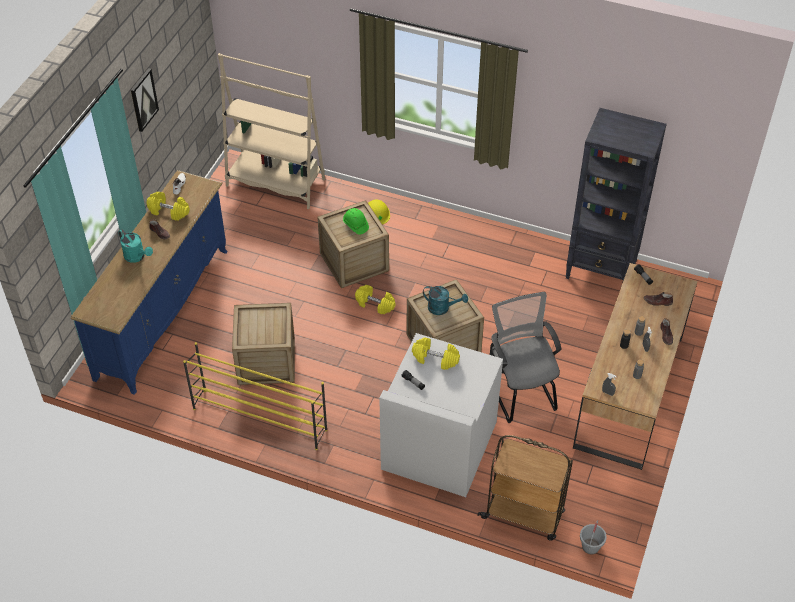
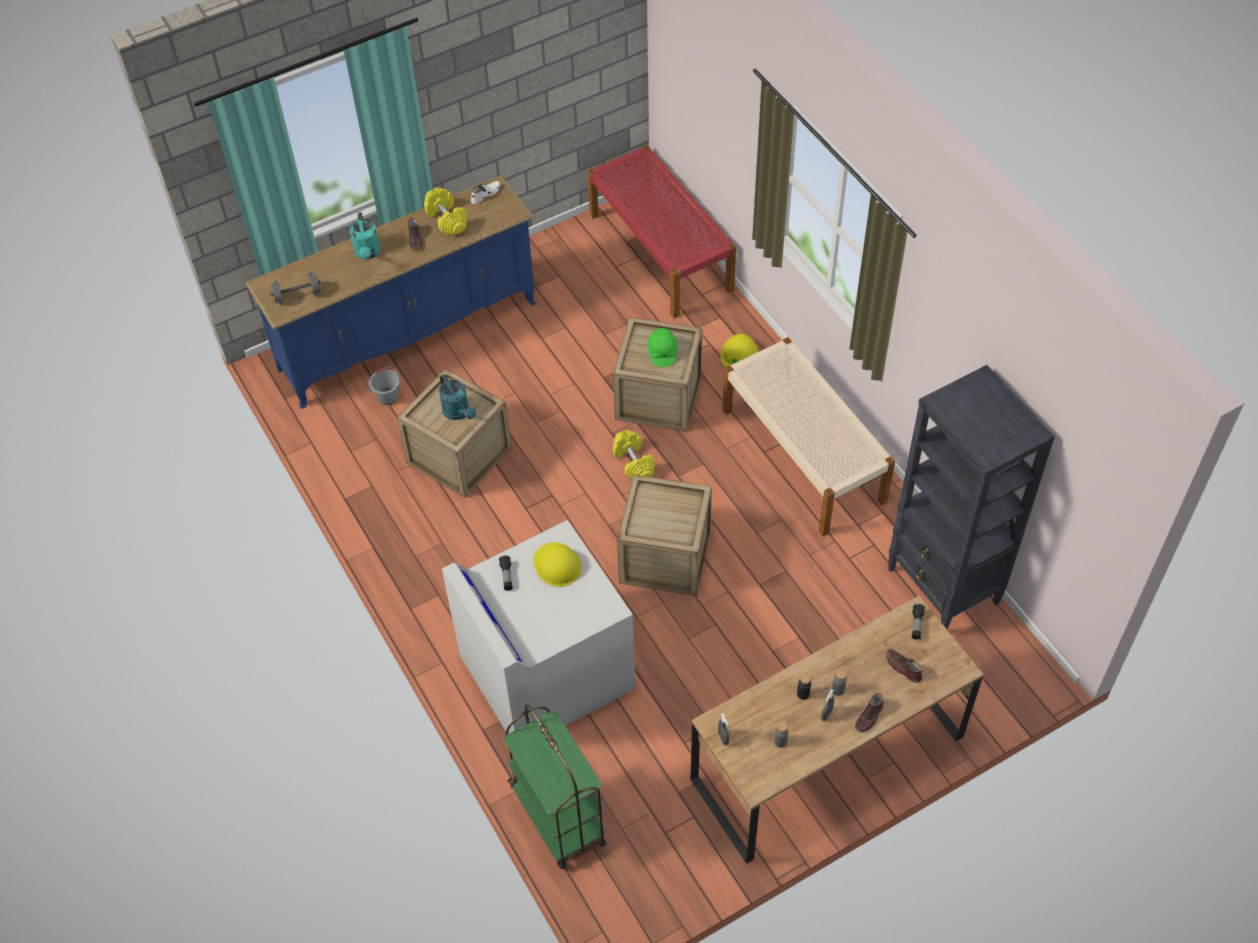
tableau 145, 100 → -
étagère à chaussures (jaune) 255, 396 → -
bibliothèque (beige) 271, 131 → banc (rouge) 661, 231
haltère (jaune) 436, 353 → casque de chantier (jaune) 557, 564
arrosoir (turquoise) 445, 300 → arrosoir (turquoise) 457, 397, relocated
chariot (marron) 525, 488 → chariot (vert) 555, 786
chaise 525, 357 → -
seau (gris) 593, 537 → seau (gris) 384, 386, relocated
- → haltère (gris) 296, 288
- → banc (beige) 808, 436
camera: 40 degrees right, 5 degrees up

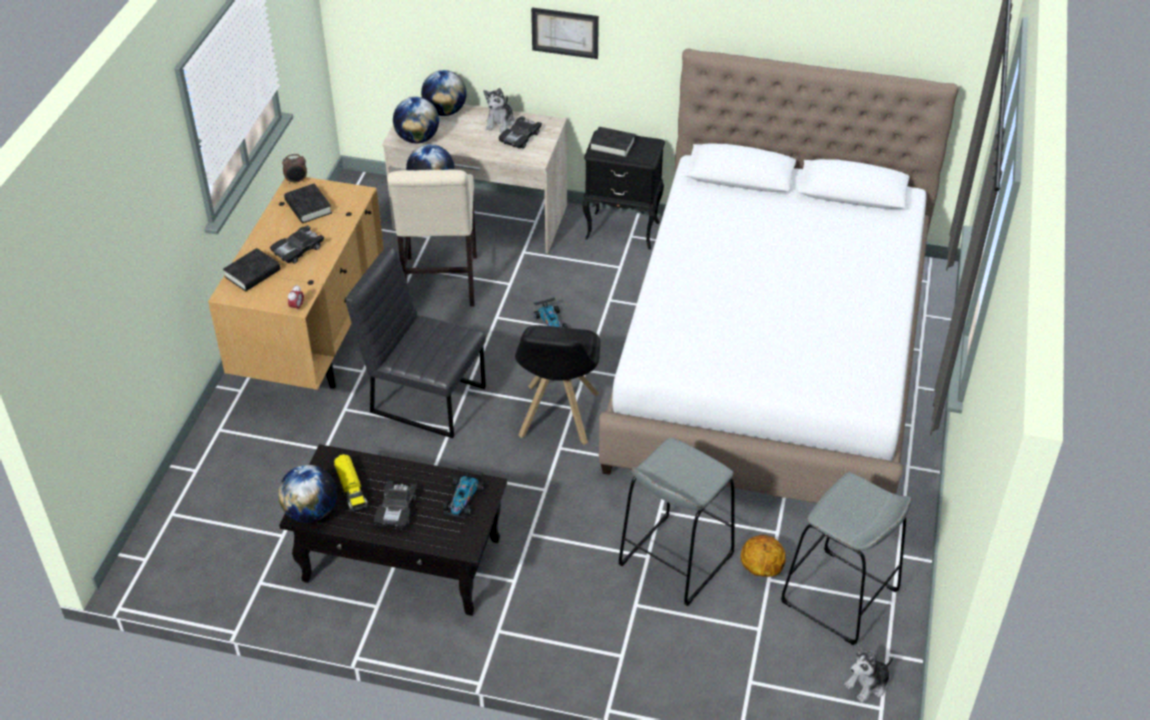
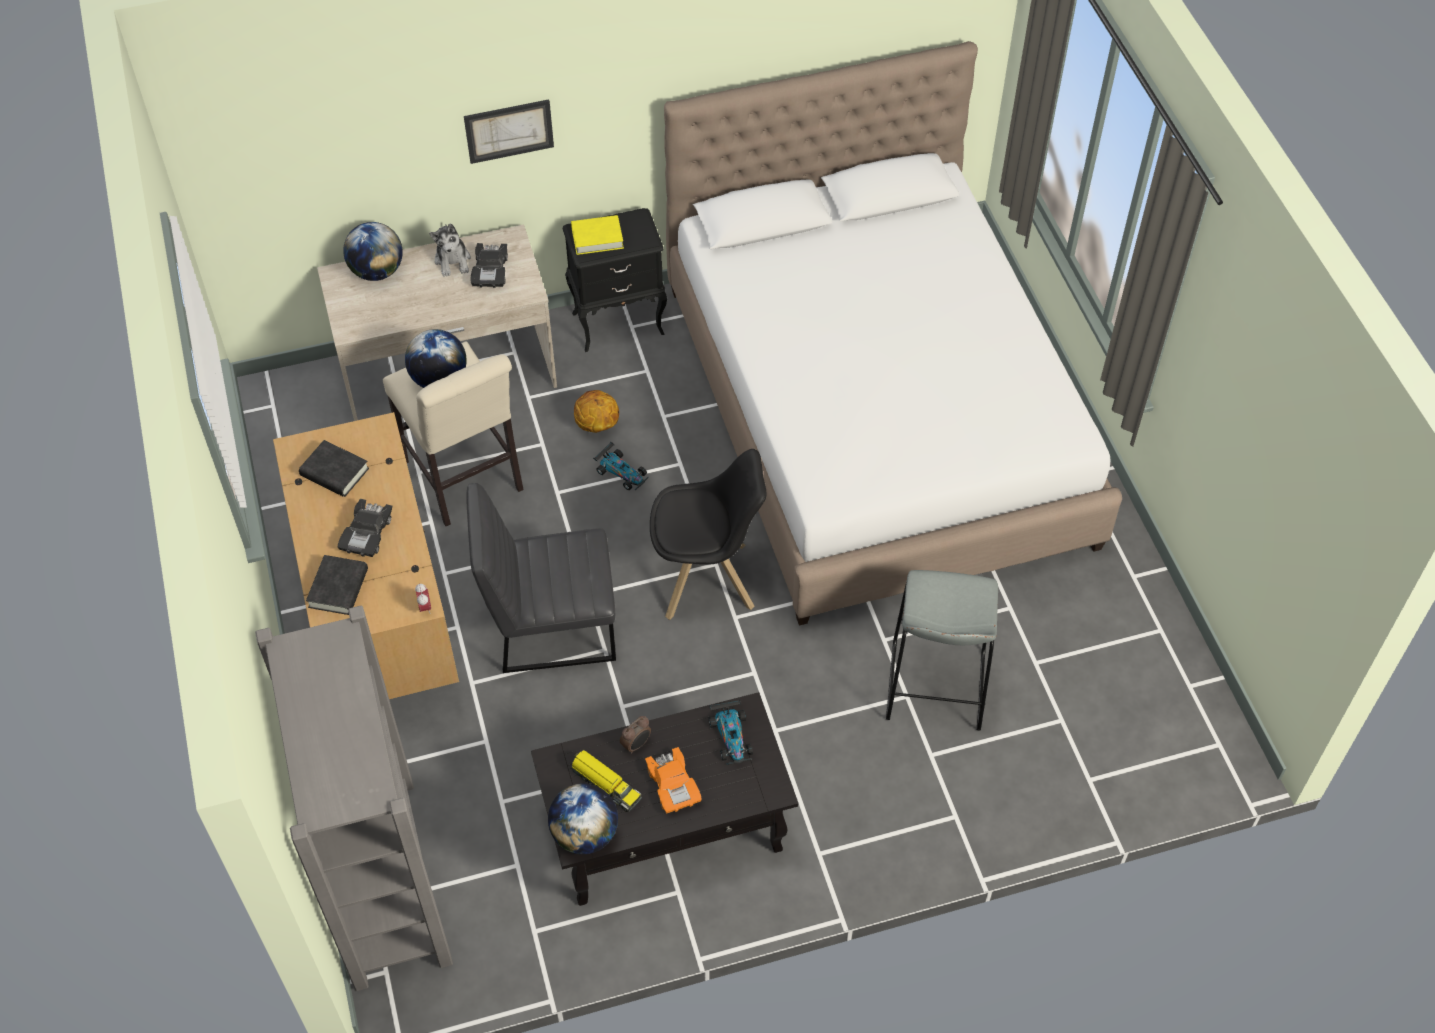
réveil 294, 169 → réveil 635, 735, relocated
petite voiture (noir) 395, 504 → petite voiture (orange) 673, 780
globe 416, 120 → -
chaise (noir) 557, 385 → chaise (noir) 708, 534, 75 degrees counterclockwise
livre (noir) 613, 142 → livre (jaune) 597, 235
ballon de basket 763, 556 → ballon de basket 596, 411, relocated
tabouret (gris) 846, 558 → -
peluche 869, 674 → -
- → bibliothèque (gris) 354, 798
camera: 30 degrees left, 10 degrees up

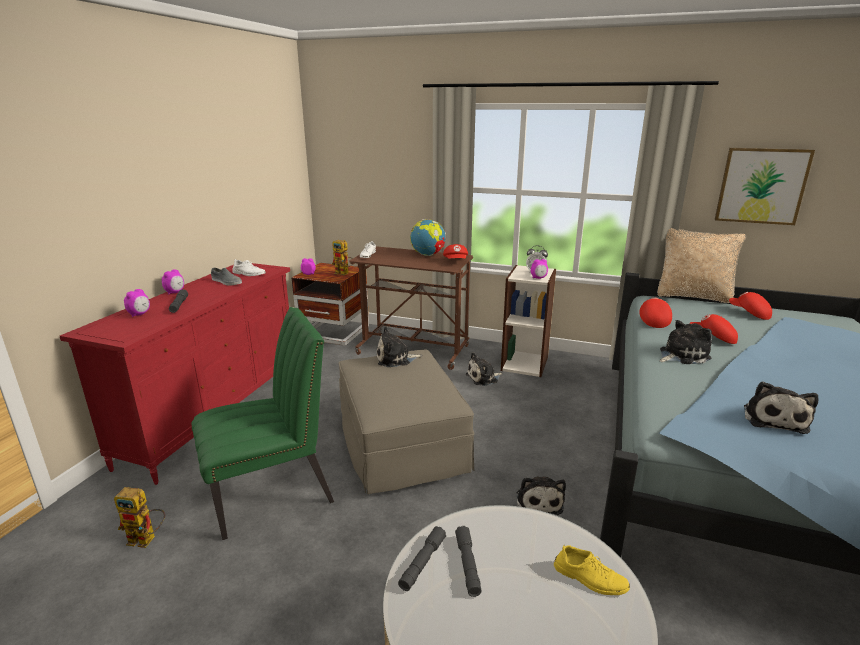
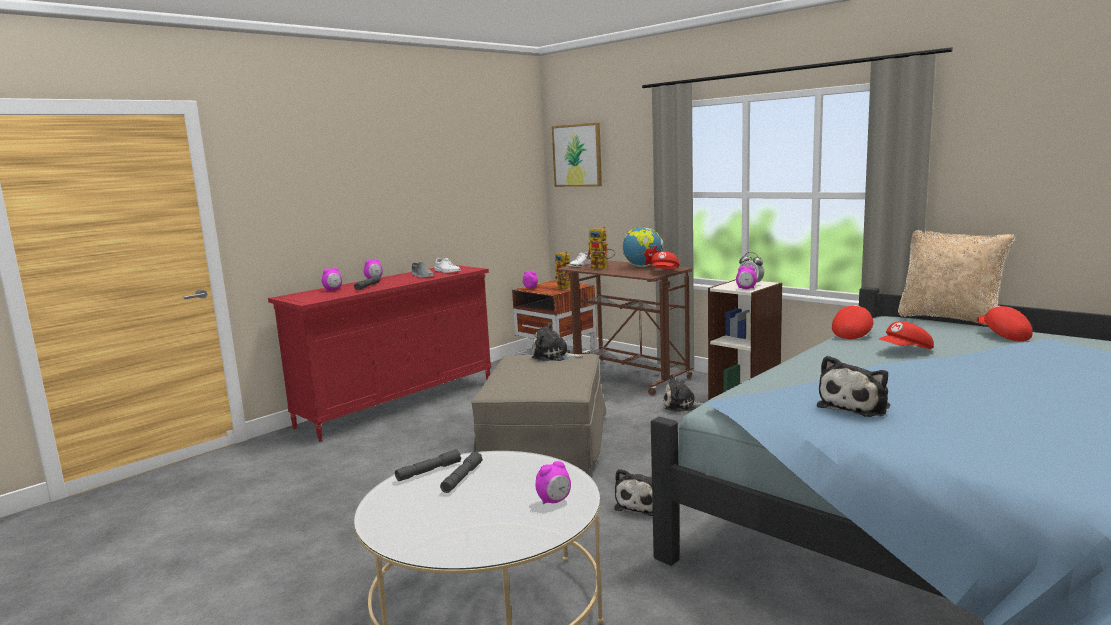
robot jouet 139, 517 → robot jouet 601, 248, relocated
chaise (vert) 263, 423 → -
chaussure (jaune) 592, 570 → réveil 553, 482
peluche 685, 342 → -
casquette (rouge) 714, 329 → casquette (rouge) 906, 335, 75 degrees counterclockwise
tableau 765, 186 → tableau 577, 155, relocated
camera: 25 degrees right, 10 degrees down

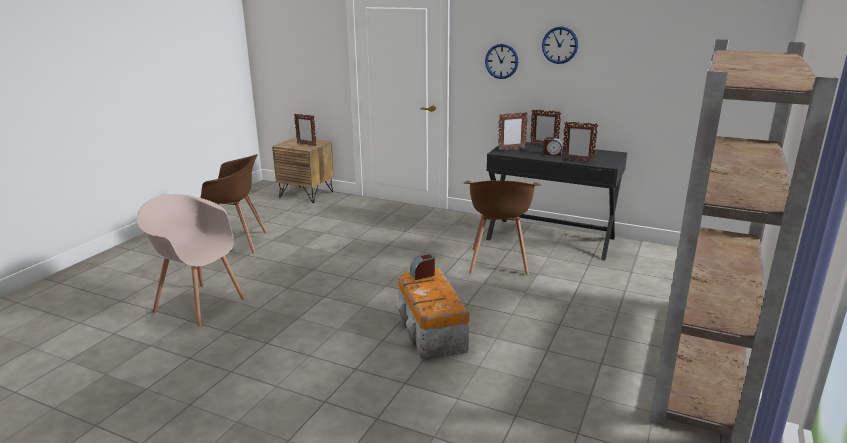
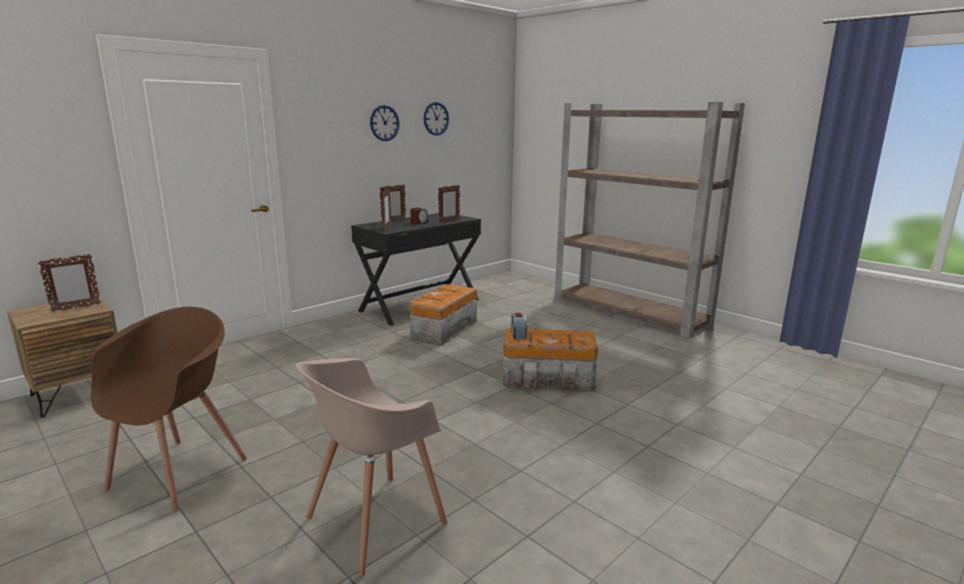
chaise (marron) 502, 227 → boîte de rangement 443, 315
horloge murale 501, 61 → horloge murale 436, 119, relocated
camera: 70 degrees left, 5 degrees down

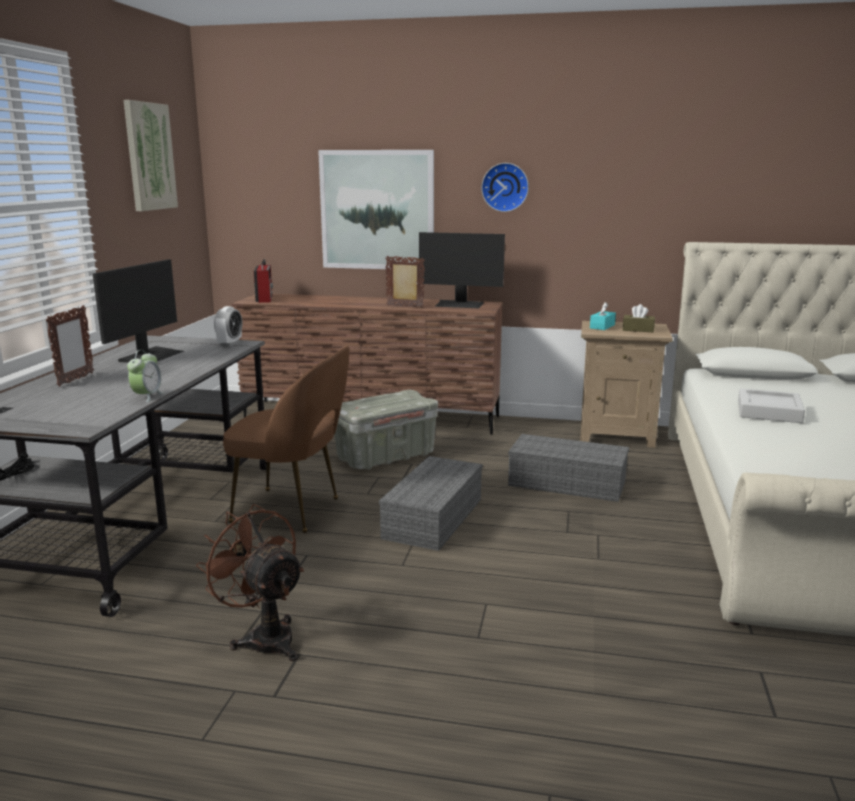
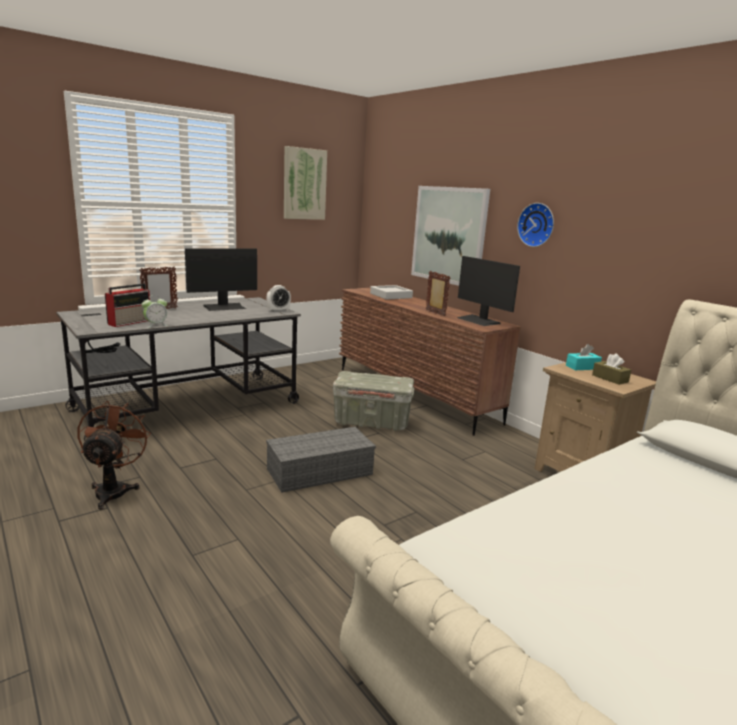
chaise (marron) 286, 439 → -
radio 263, 281 → radio 127, 305, relocated
boîte de rangement (gris) 568, 468 → -
plateau (gris) 771, 405 → plateau (gris) 391, 292, relocated
camera: 40 degrees right, 0 degrees up

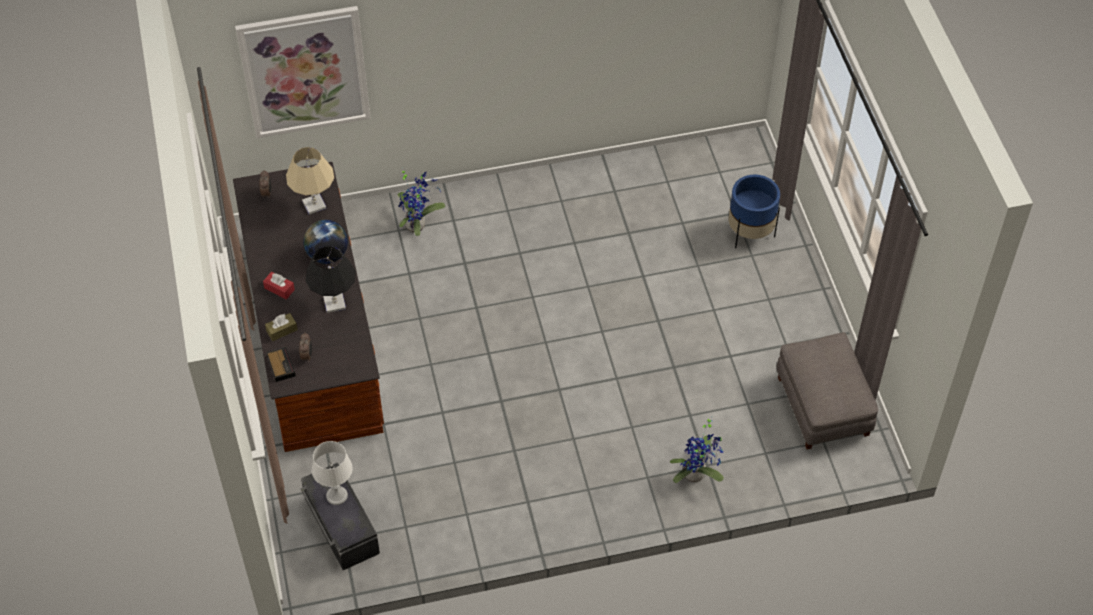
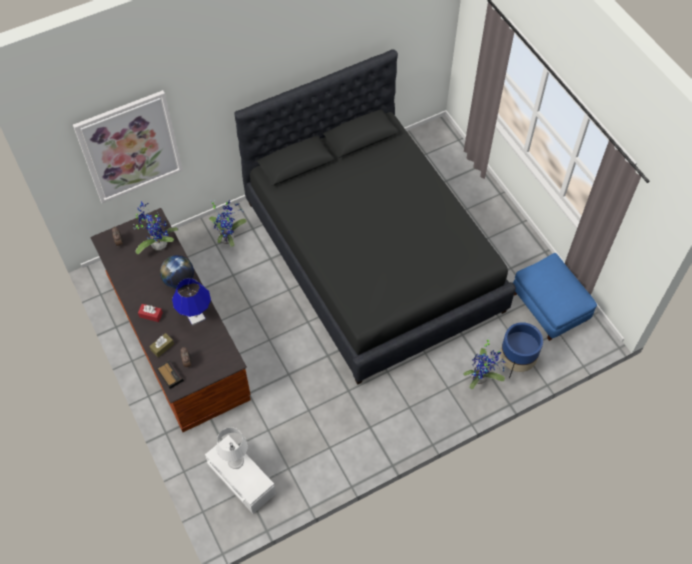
lampe de table (beige) 310, 180 → plante en pot 156, 227
boîte de rangement (noir) 340, 516 → boîte de rangement (blanc) 240, 474
lampe de table (noir) 331, 279 → lampe de table (bleu) 191, 302
cache-pot (bleu) 754, 211 → cache-pot (bleu) 521, 350, relocated
pouf (gris) 827, 390 → pouf (bleu) 555, 297
- → lit (noir) 375, 216
camera: 15 degrees left, 5 degrees up

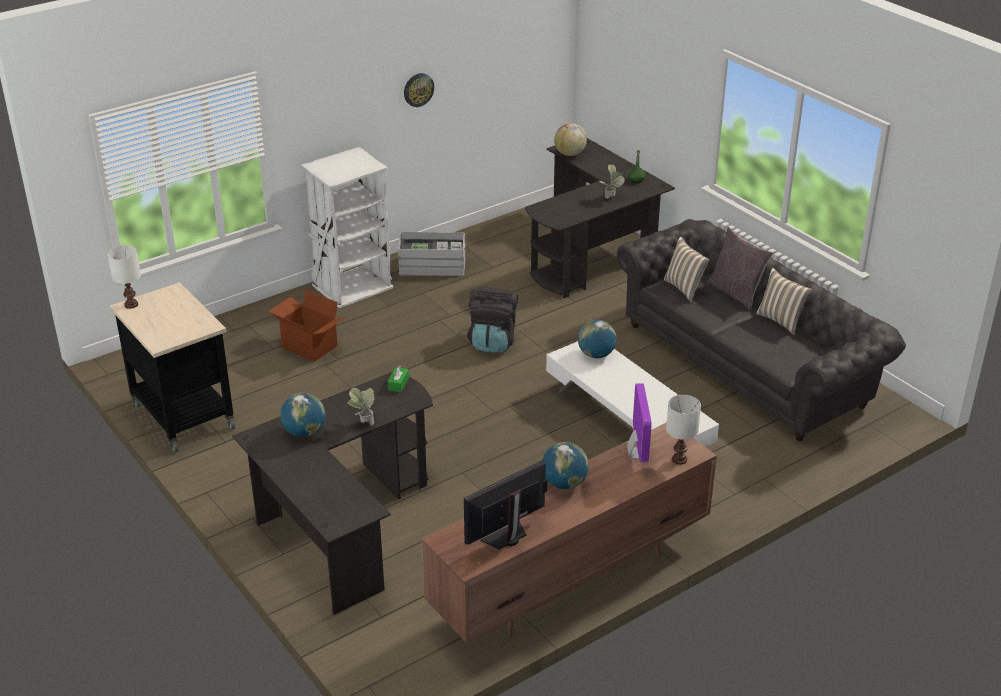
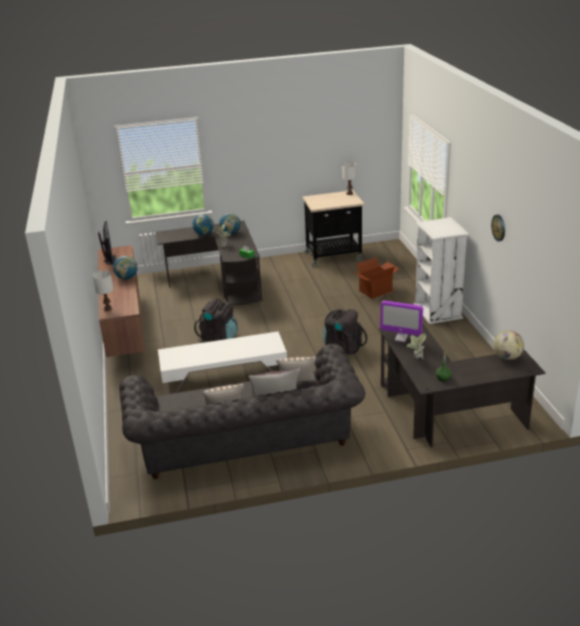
boîte de rangement (gris) 432, 254 → -
globe 597, 339 → globe 203, 224, relocated
écran d'ordinateur 639, 422 → écran d'ordinateur 401, 321, relocated
- → sac à dos (noir) 216, 319
camera: 115 degrees right, 5 degrees down

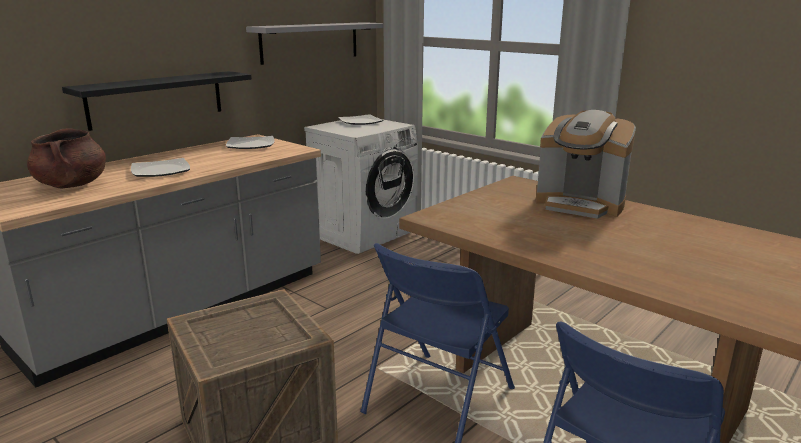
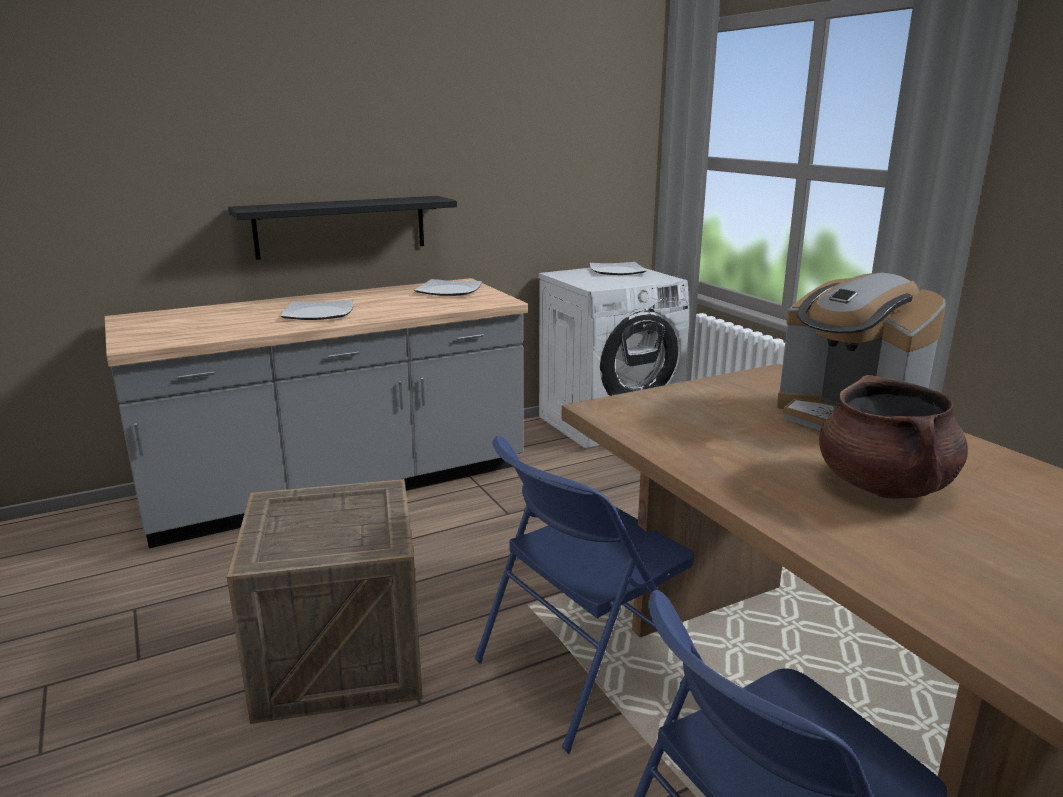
marmite (marron) 66, 158 → marmite (marron) 893, 437, relocated
étagère (gris) 314, 43 → -
camera: 20 degrees right, 0 degrees up

